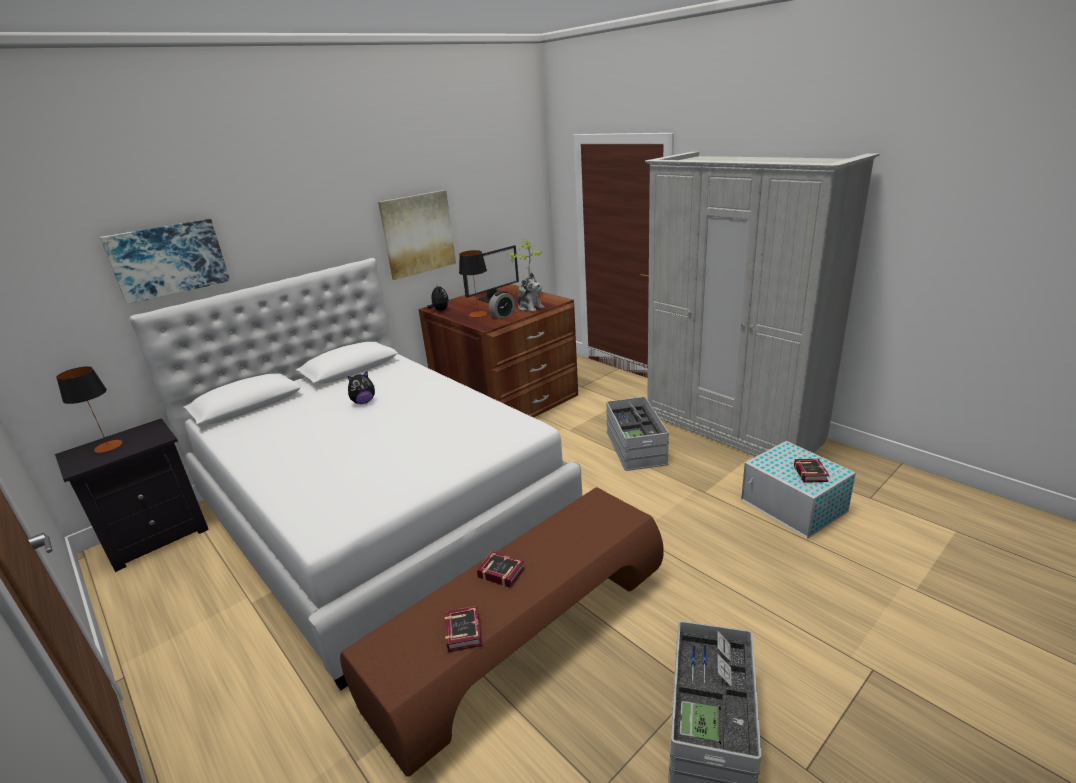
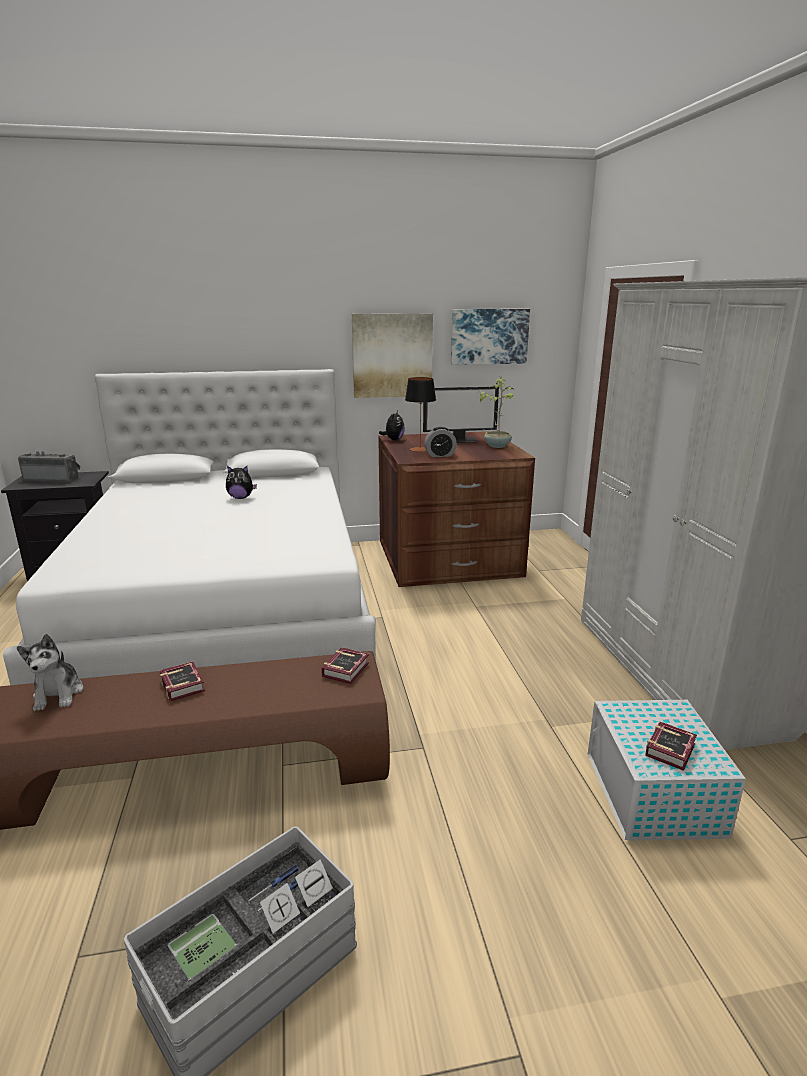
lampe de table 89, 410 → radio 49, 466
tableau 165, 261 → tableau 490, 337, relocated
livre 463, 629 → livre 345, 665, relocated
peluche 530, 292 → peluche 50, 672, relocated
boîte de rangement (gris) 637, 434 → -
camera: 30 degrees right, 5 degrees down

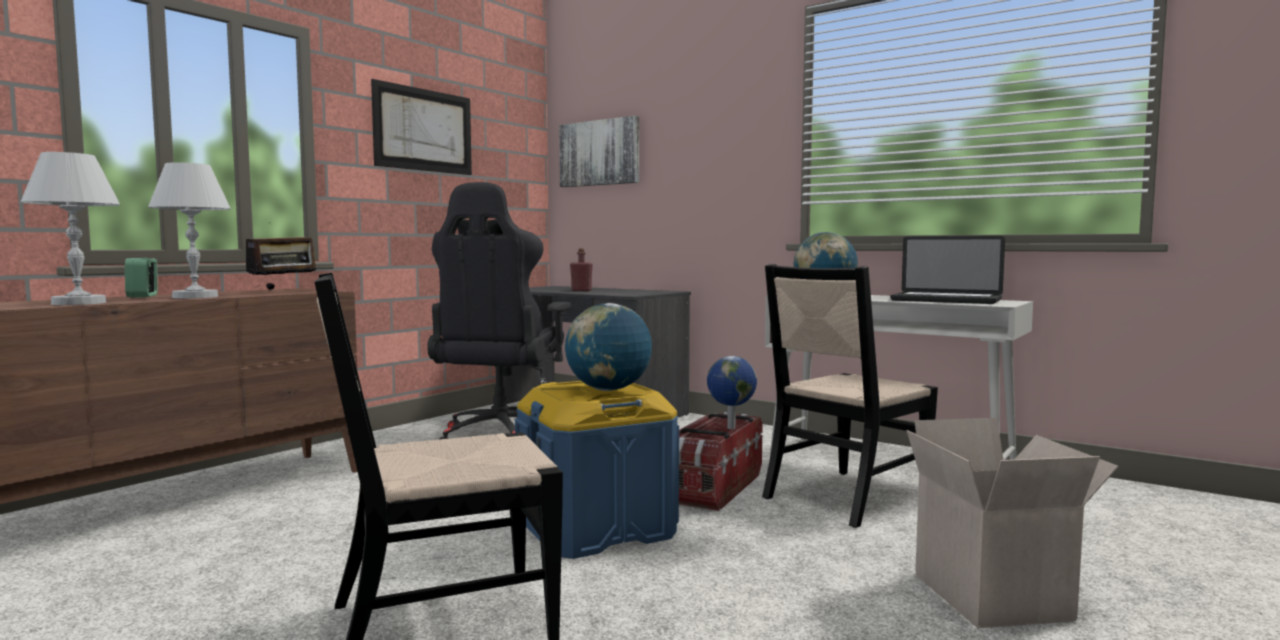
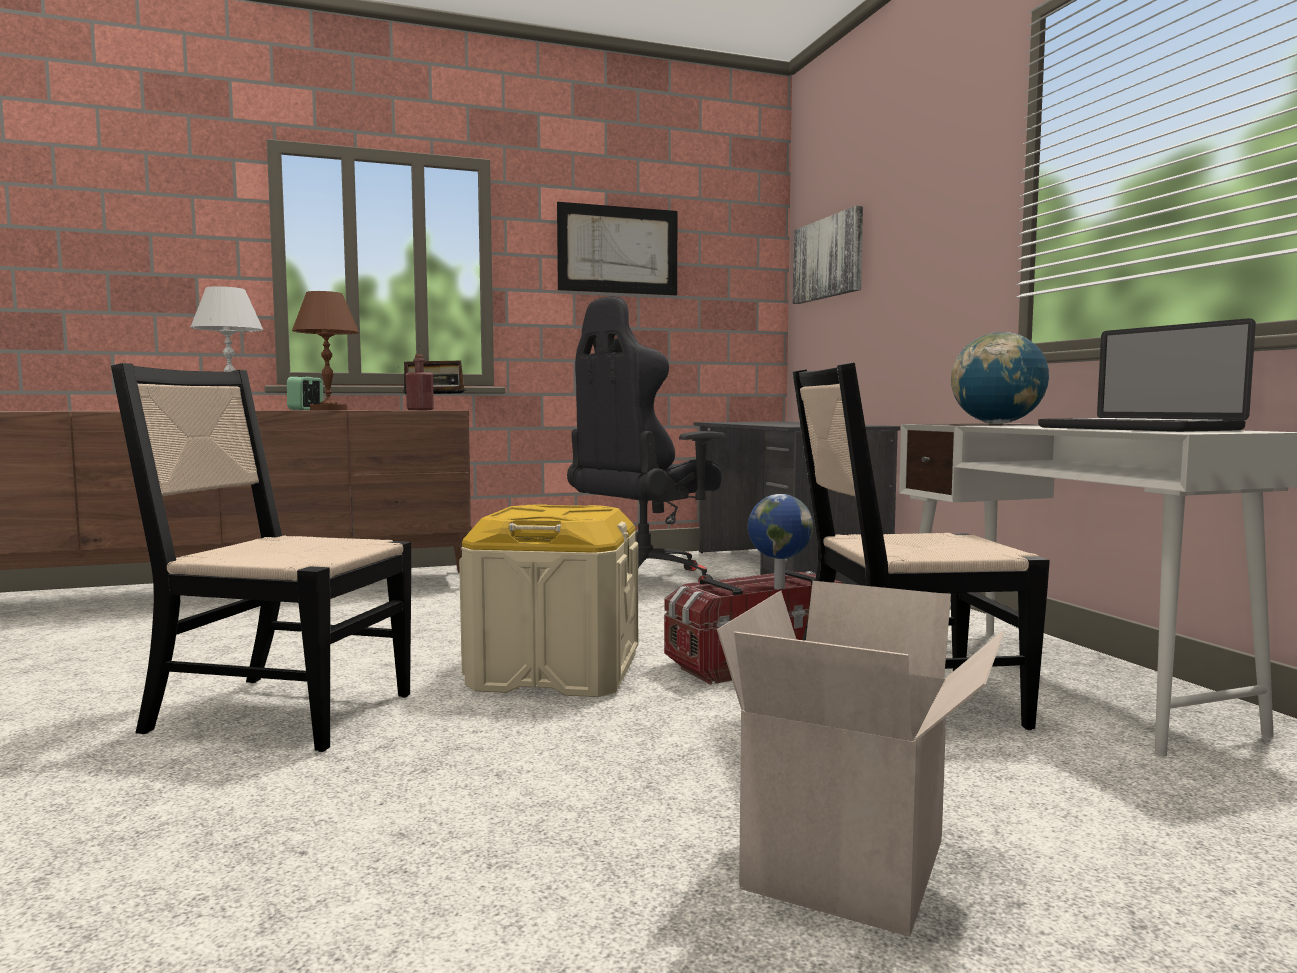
lampe de table (blanc) 189, 230 → lampe de table (marron) 325, 350
boîte de rangement (bleu) 597, 470 → boîte de rangement (beige) 548, 600
globe 608, 347 → -
bouteille (rouge) 581, 269 → bouteille (rouge) 420, 382, relocated
camera: 35 degrees right, 0 degrees up

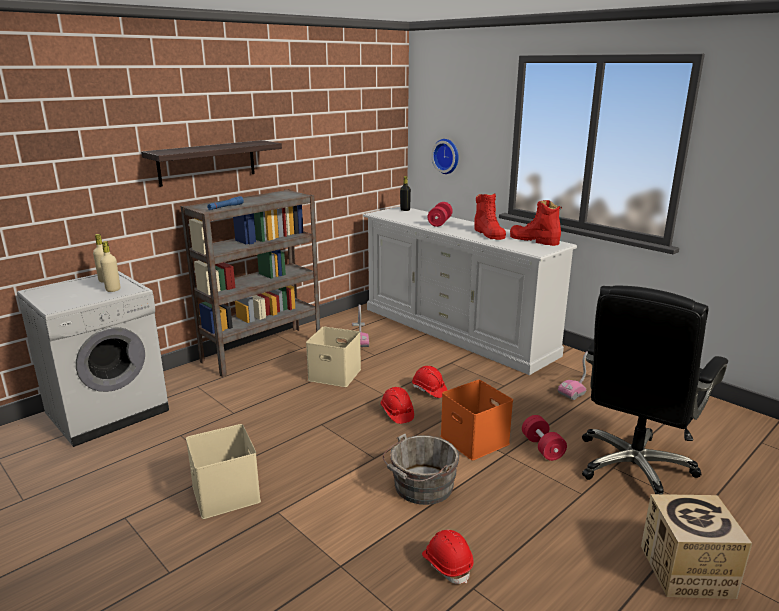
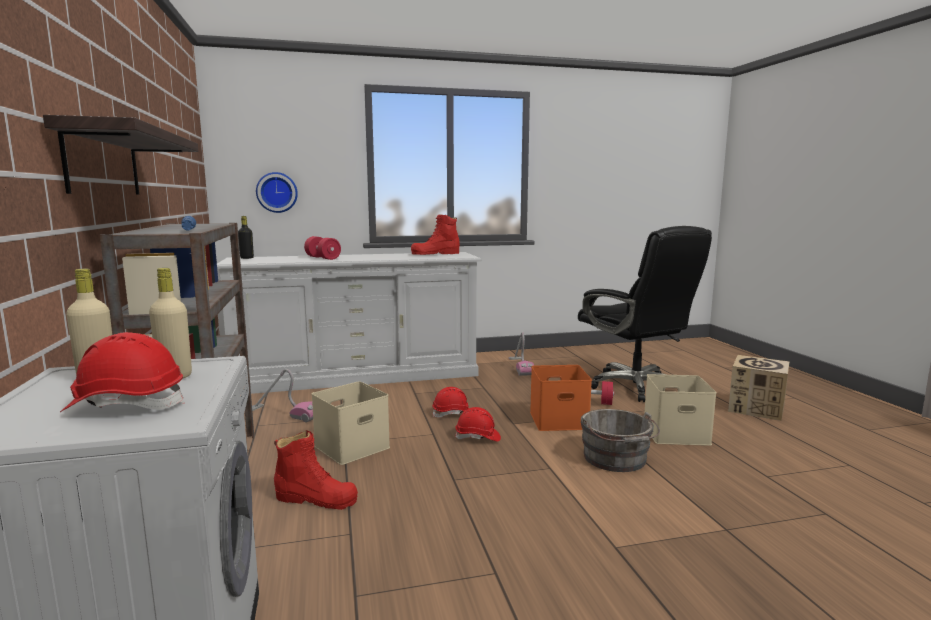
boîte de rangement (beige) 223, 471 → boîte de rangement (beige) 680, 410, relocated
casque de chantier (rouge) 448, 557 → casque de chantier (rouge) 122, 372, relocated
botte (rouge) 490, 216 → botte (rouge) 316, 470, relocated
camera: 60 degrees left, 10 degrees down

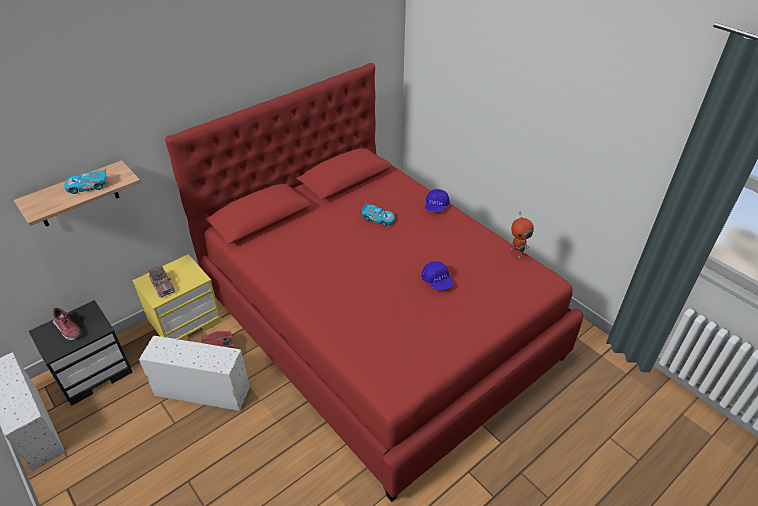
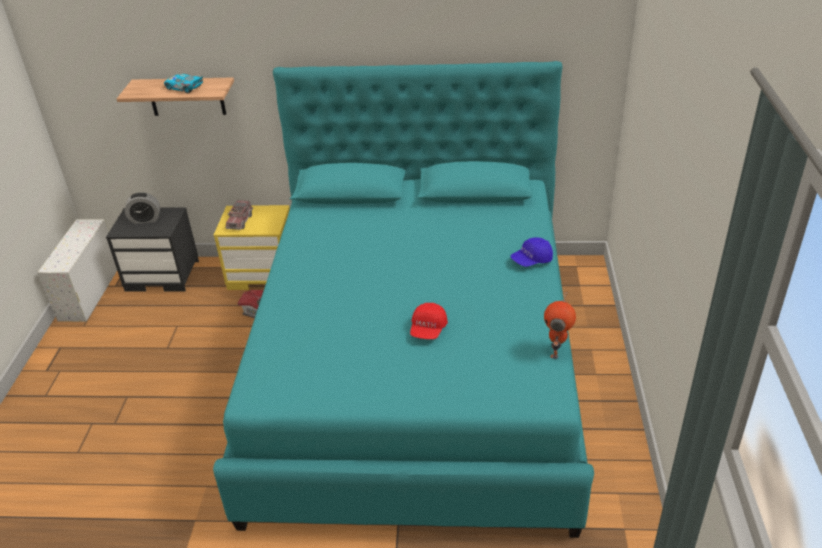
chaussure 68, 324 → réveil 142, 208
boîte de rangement (blanc) 194, 373 → -
lit (rouge) 374, 282 → lit (turquoise) 403, 299
petite voiture 378, 214 → -
casquette (bleu) 437, 275 → casquette (rouge) 429, 321
camera: 45 degrees right, 5 degrees down

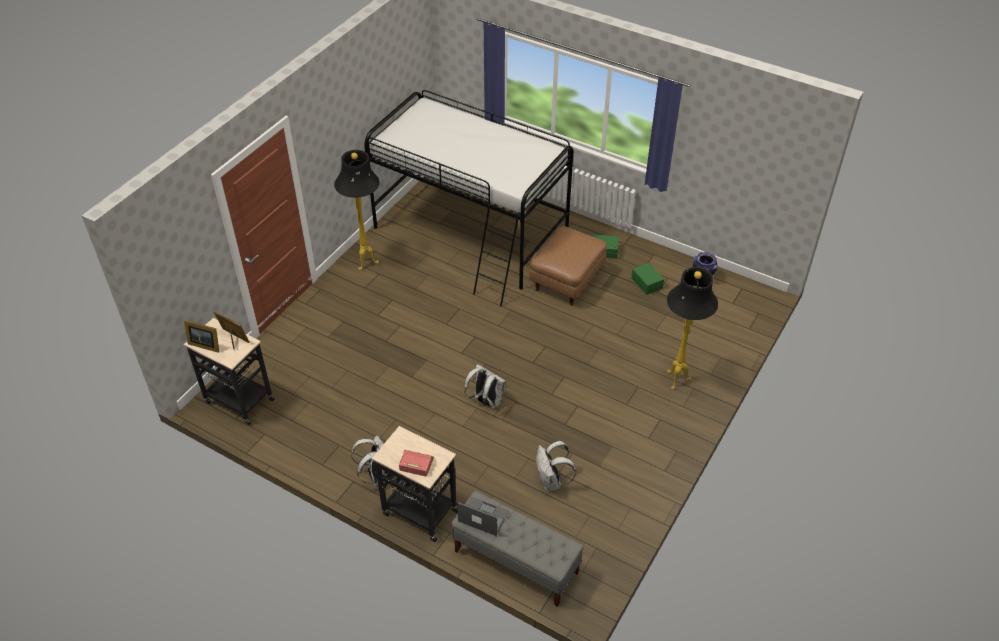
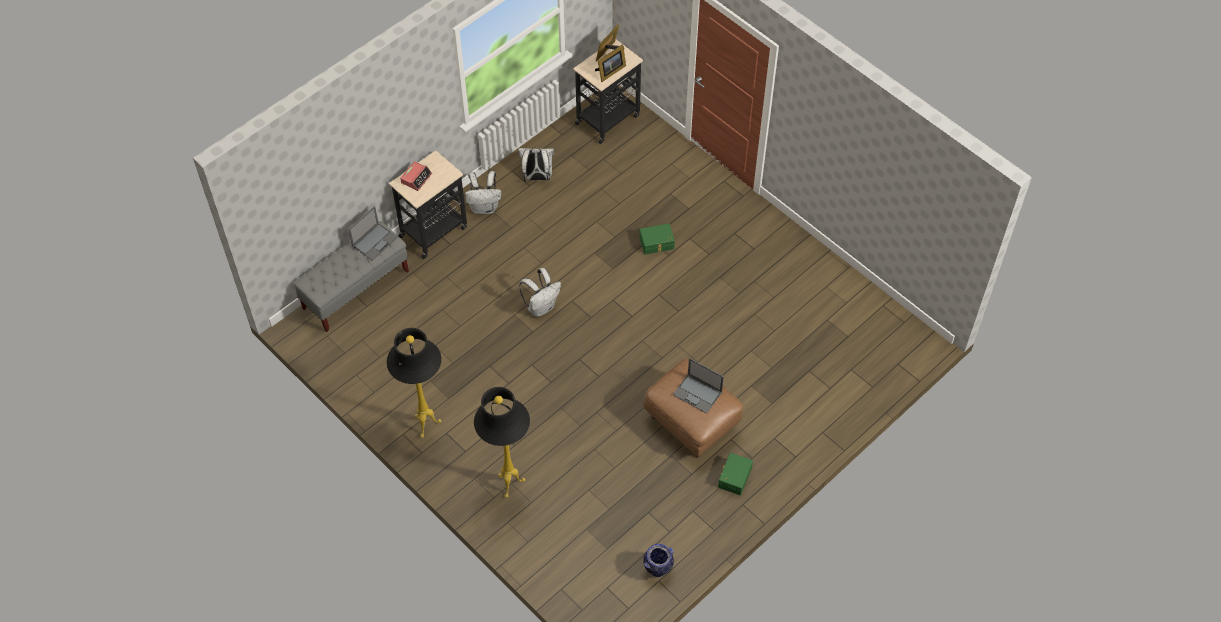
lampadaire (noir) 357, 210 → lampadaire (noir) 414, 383, relocated
lit (noir) 468, 198 → -
sac à dos (blanc) 556, 466 → sac à dos (blanc) 536, 164, relocated
boîte de rangement (vert) 647, 278 → boîte de rangement (vert) 657, 238, relocated
- → ordinateur portable 698, 386
camera: 105 degrees right, 10 degrees up

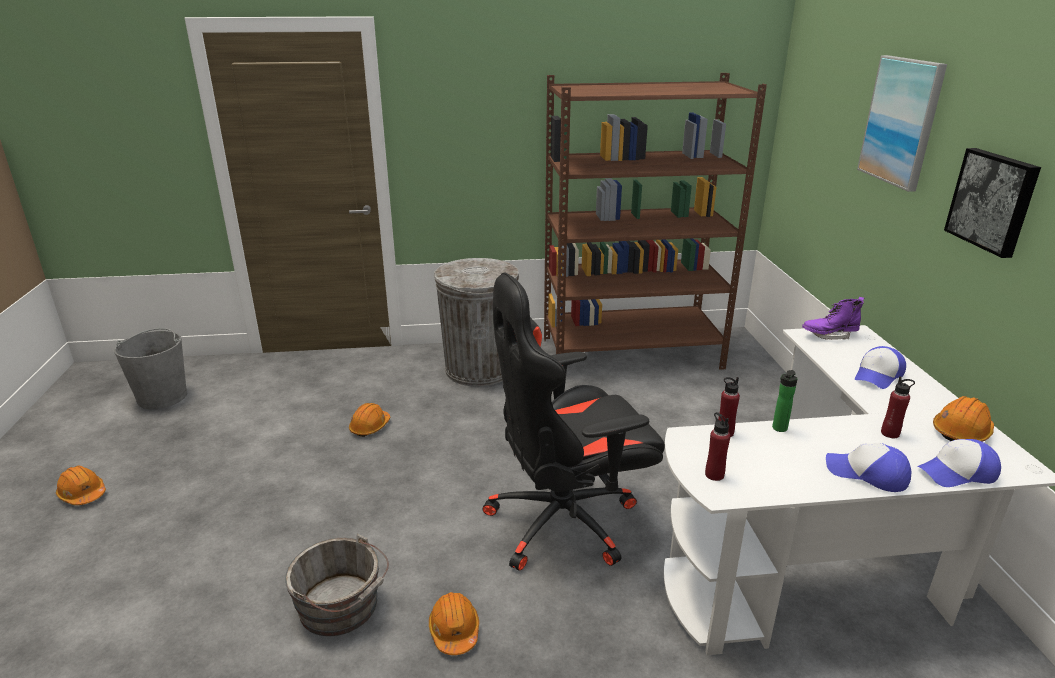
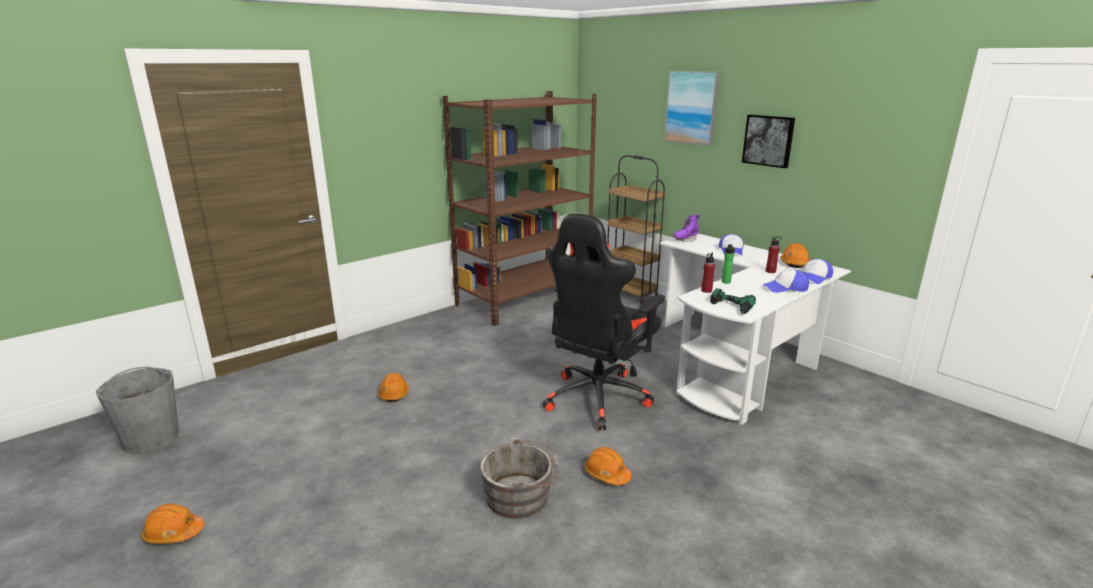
poubelle (gris) 476, 322 → -
bouteille (rouge) 717, 446 → perceuse 733, 301
- → chariot (marron) 636, 230
camera: 35 degrees left, 5 degrees down

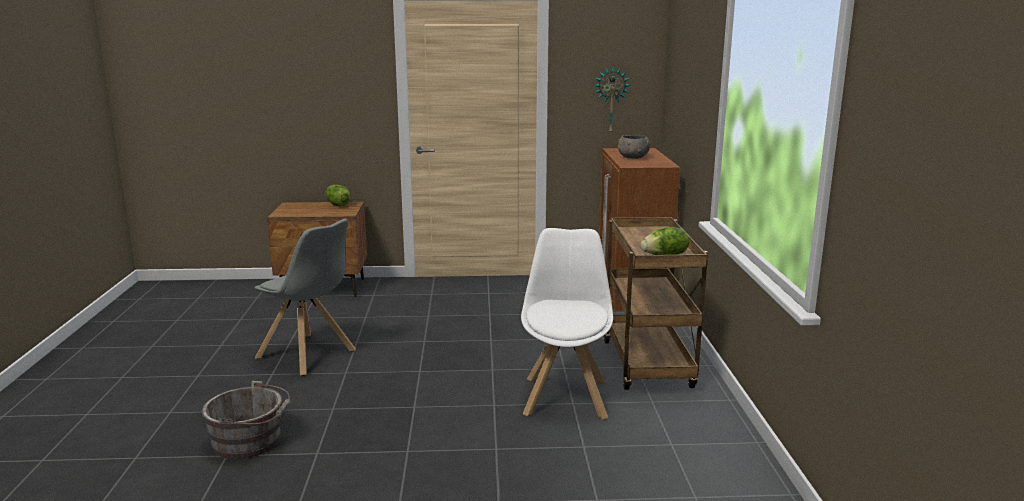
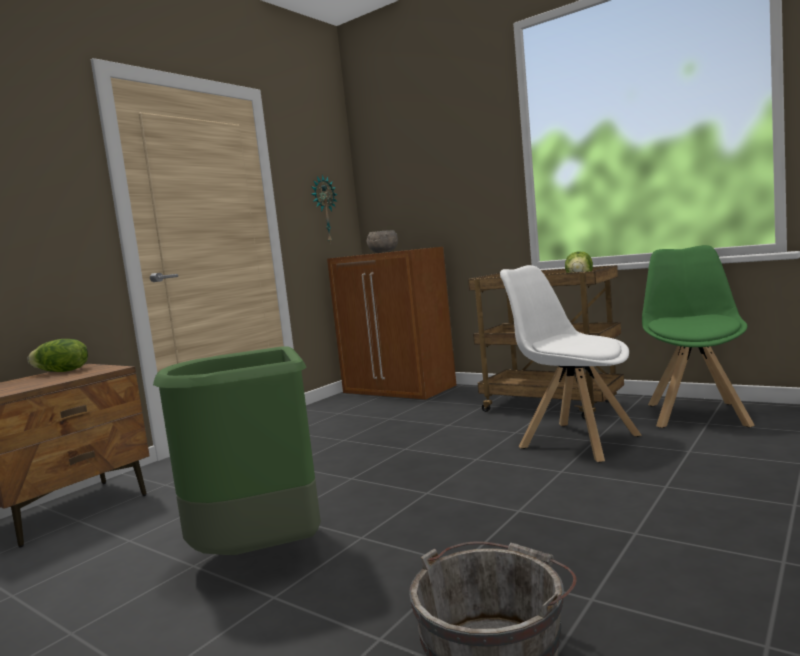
chaise (gris) 305, 297 → poubelle (vert) 237, 451
- → chaise (vert) 698, 336
camera: 50 degrees left, 10 degrees down

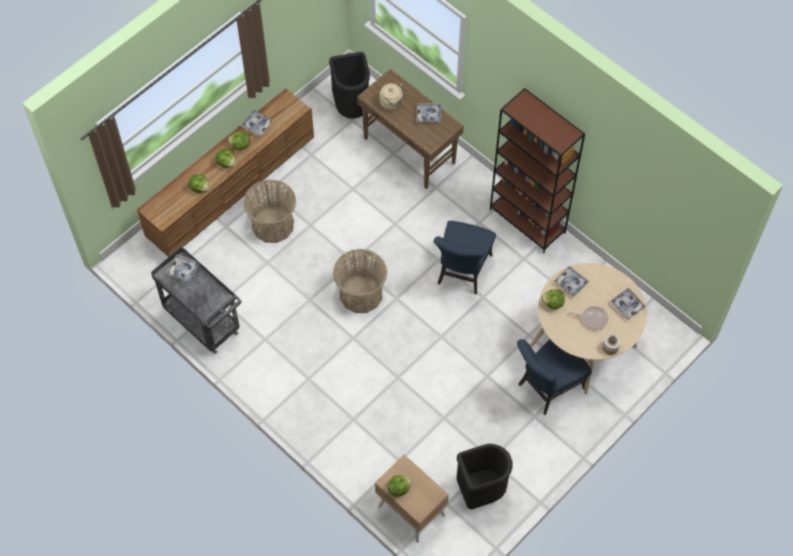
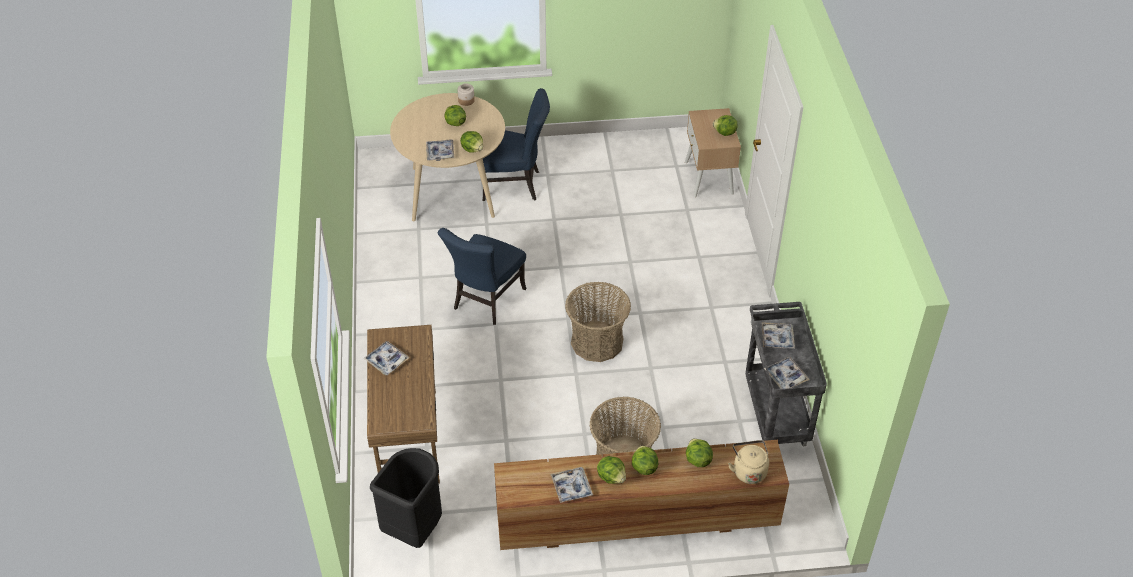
bouilloire (beige) 393, 96 → bouilloire (beige) 748, 462, relocated
chaise (bleu) 464, 258 → chaise (bleu) 482, 276, 150 degrees clockwise
poubelle (noir) 484, 476 → -
bibliothèque (marron) 537, 170 → -
poêle 588, 318 → laitue 455, 115
plateau 628, 304 → plateau 778, 335, relocated
camera: 140 degrees left, 15 degrees down

